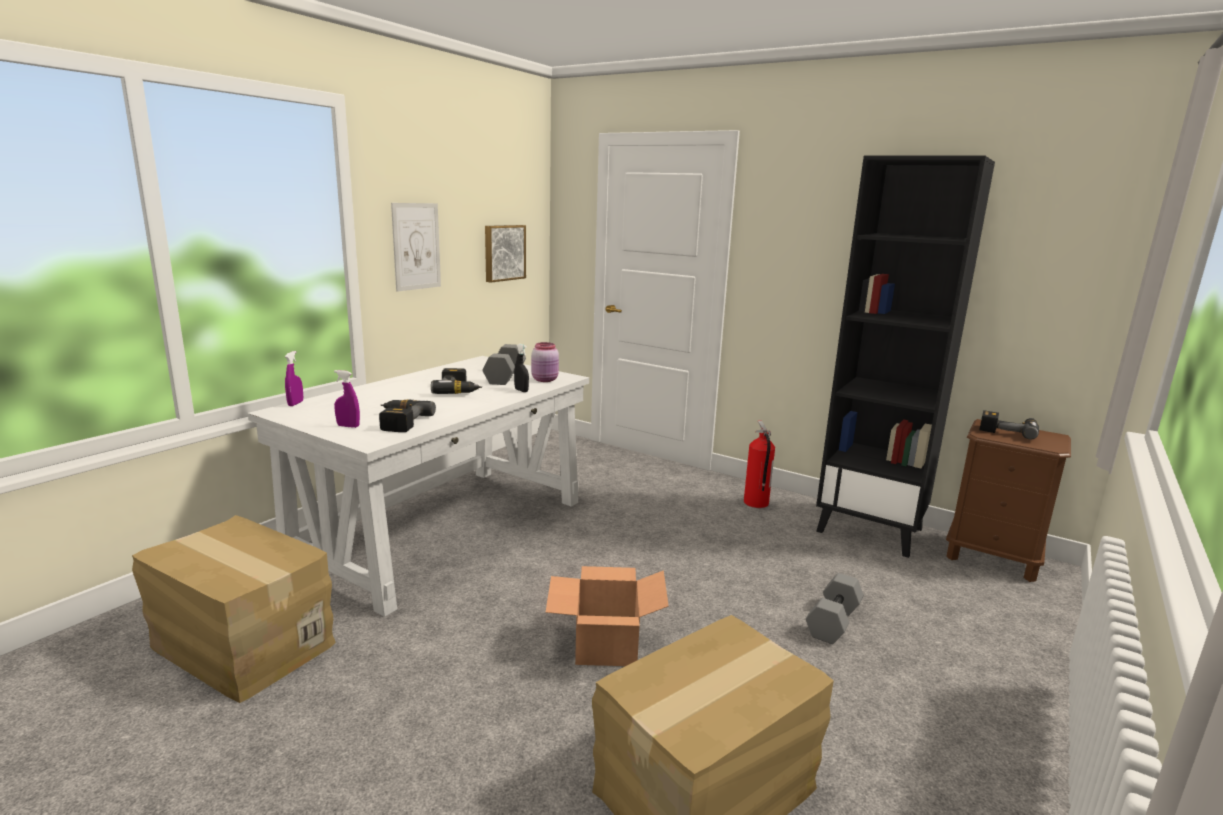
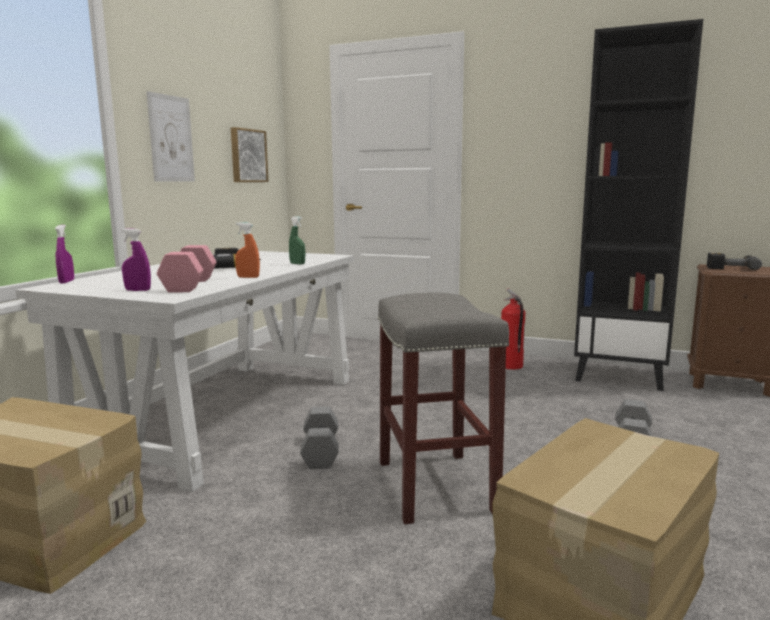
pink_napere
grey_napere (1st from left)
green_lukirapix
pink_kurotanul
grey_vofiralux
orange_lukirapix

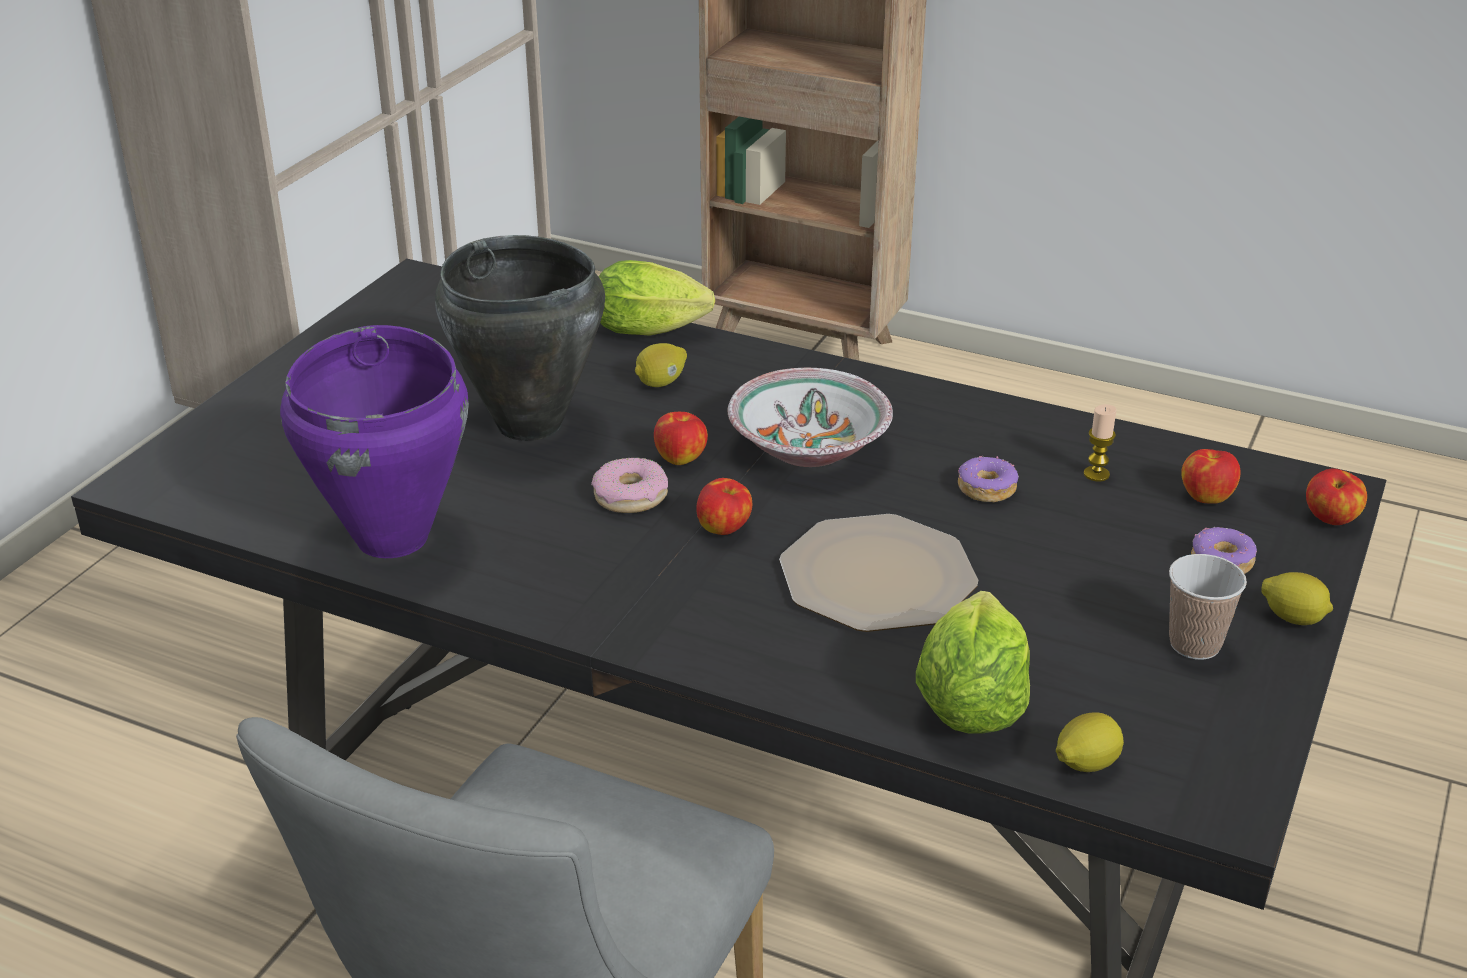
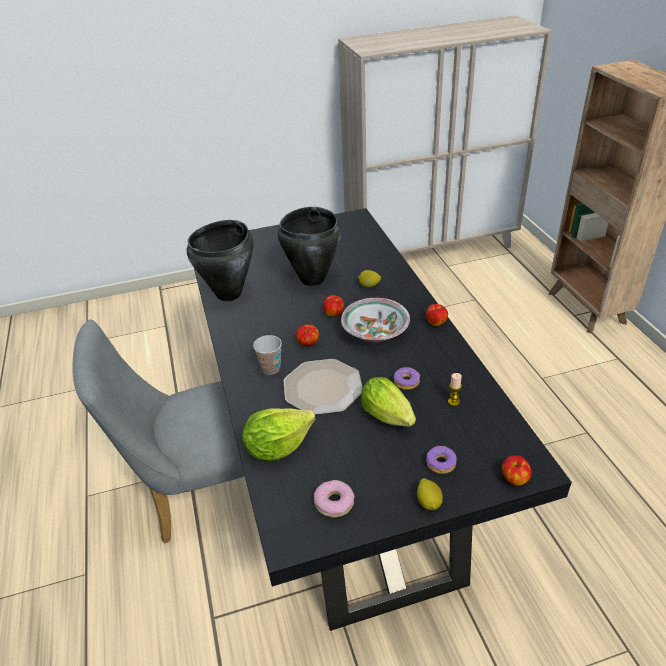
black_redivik (1st from left)
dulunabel (1st from left)
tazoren (2nd from left)
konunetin (2nd from left in the first image)
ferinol
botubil (3rd from left)

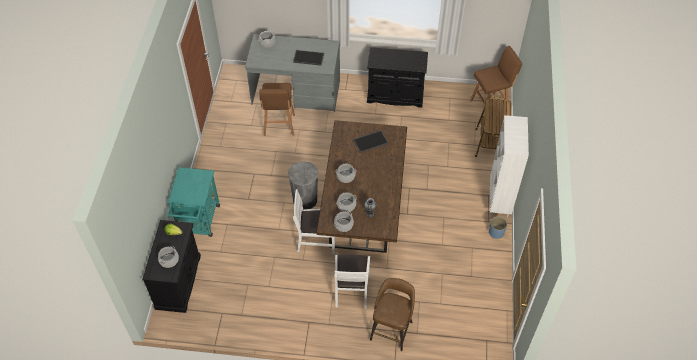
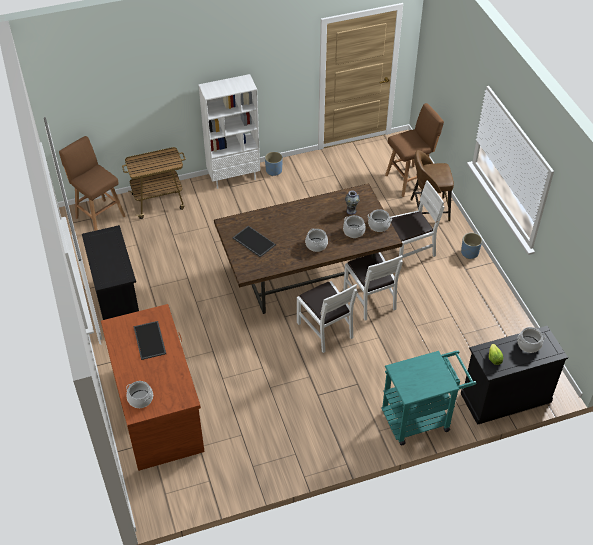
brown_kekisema
brown_vofiralux (2nd from left)
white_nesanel (1st from left)
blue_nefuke (2nd from left)

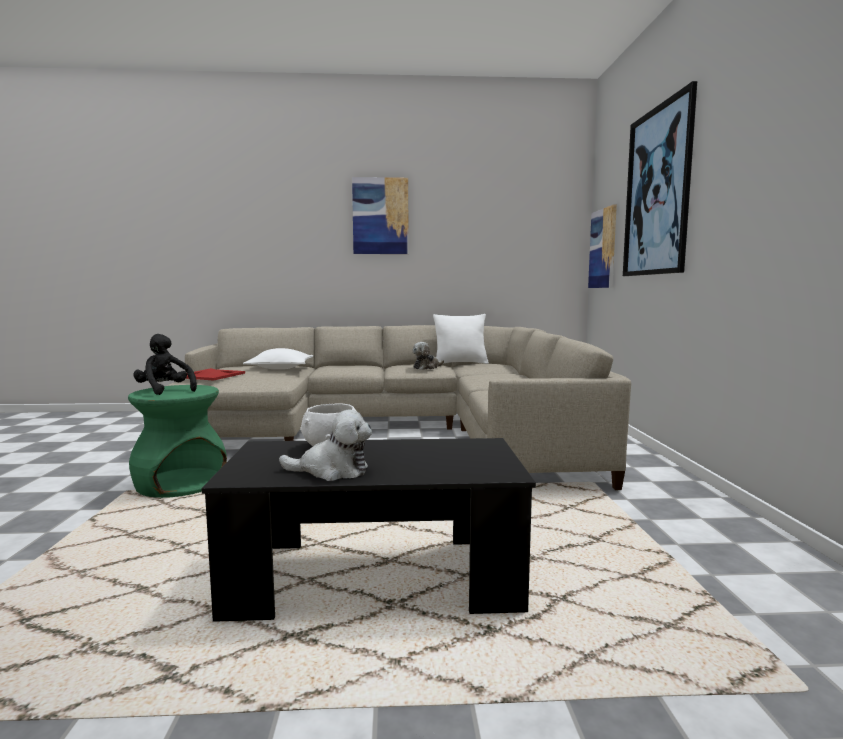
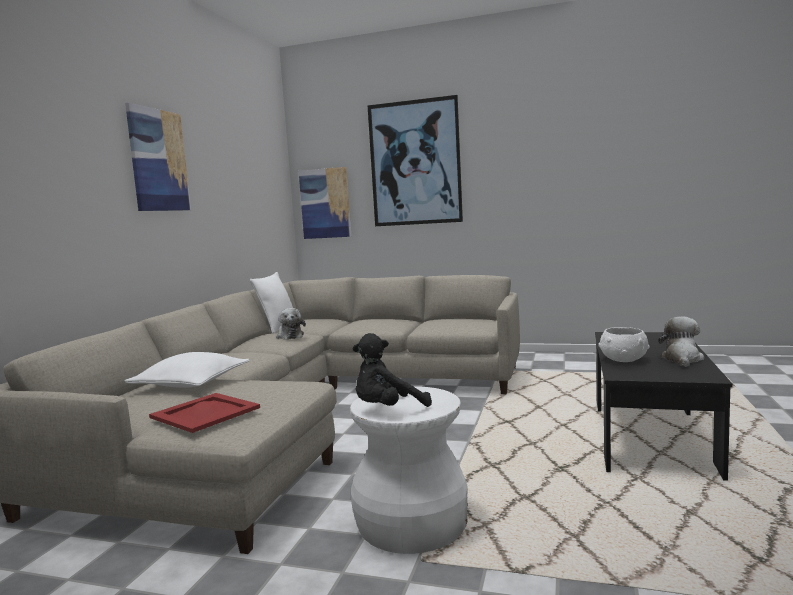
white_vofiralux

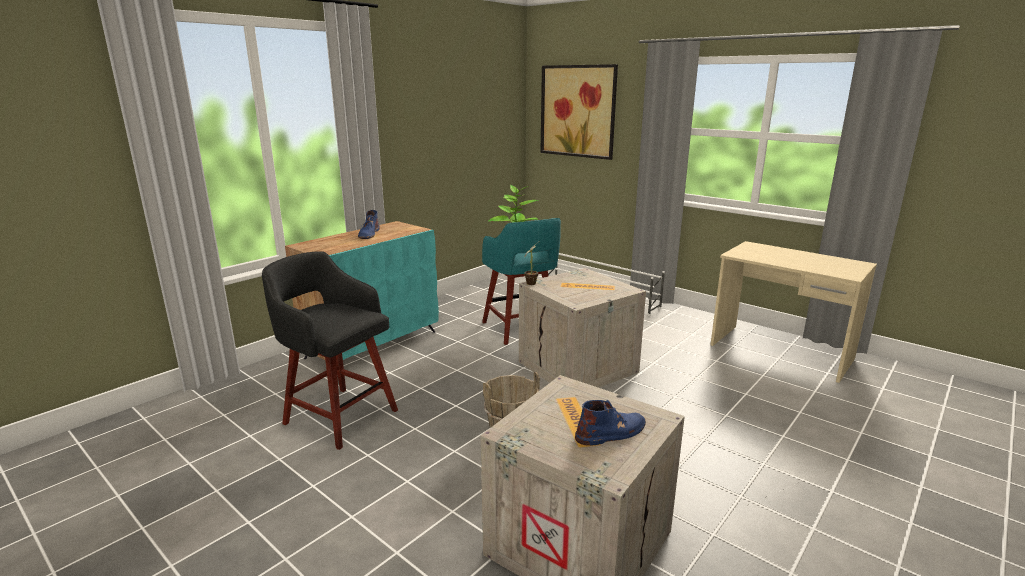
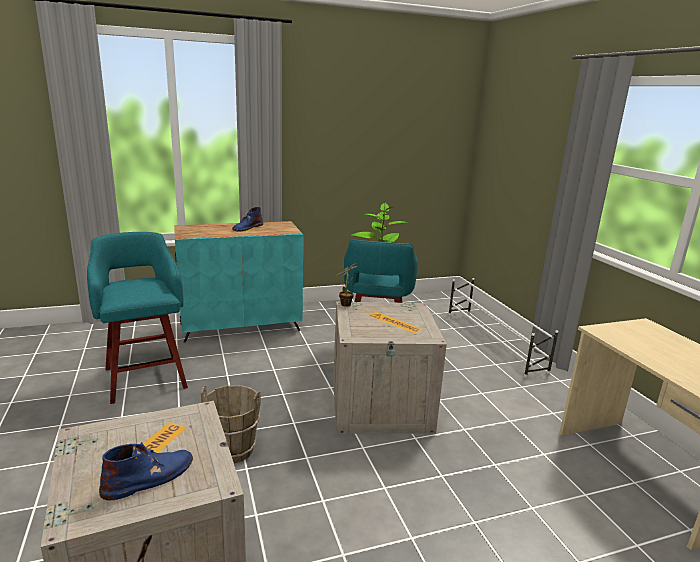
turquoise_vofiralux (1st from left)
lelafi
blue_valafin (1st from left)

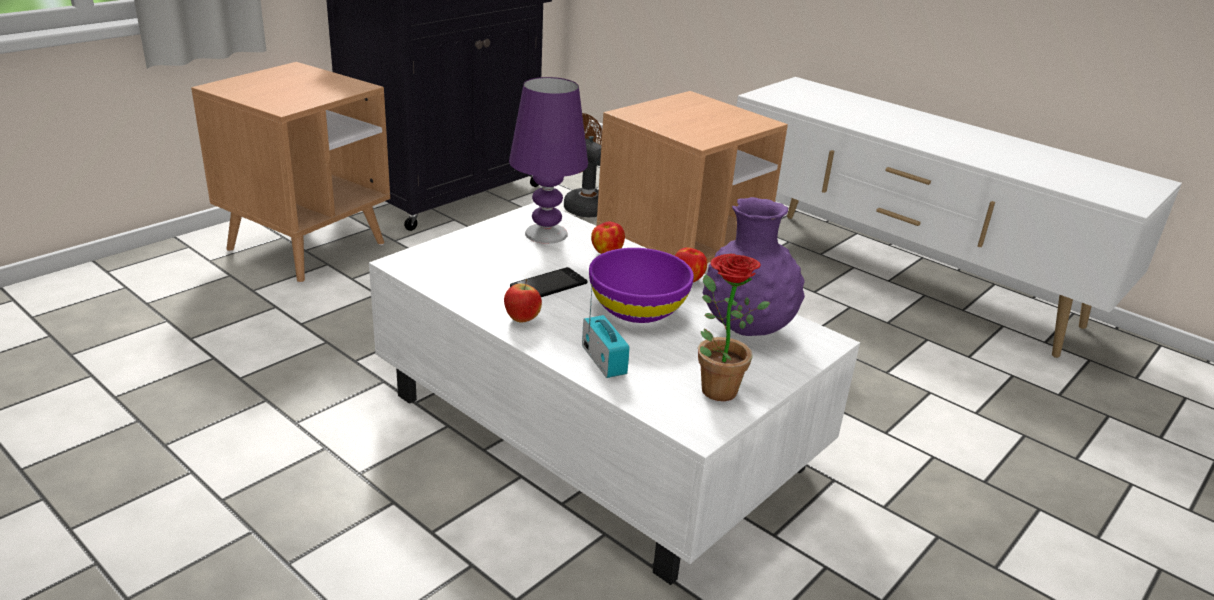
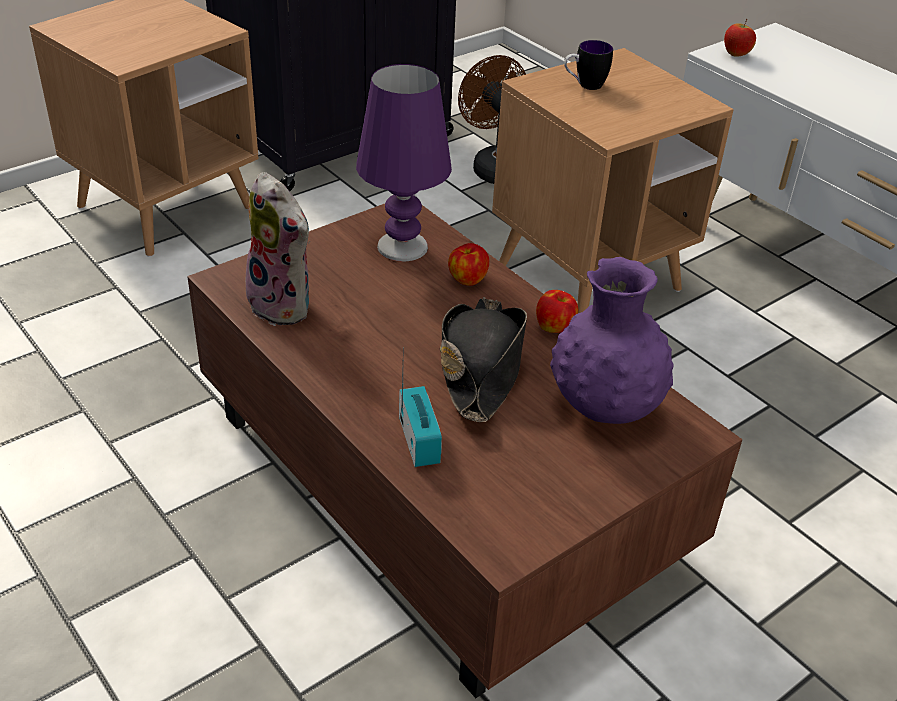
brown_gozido
botubil (3rd from left)
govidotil
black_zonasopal
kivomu
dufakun
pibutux

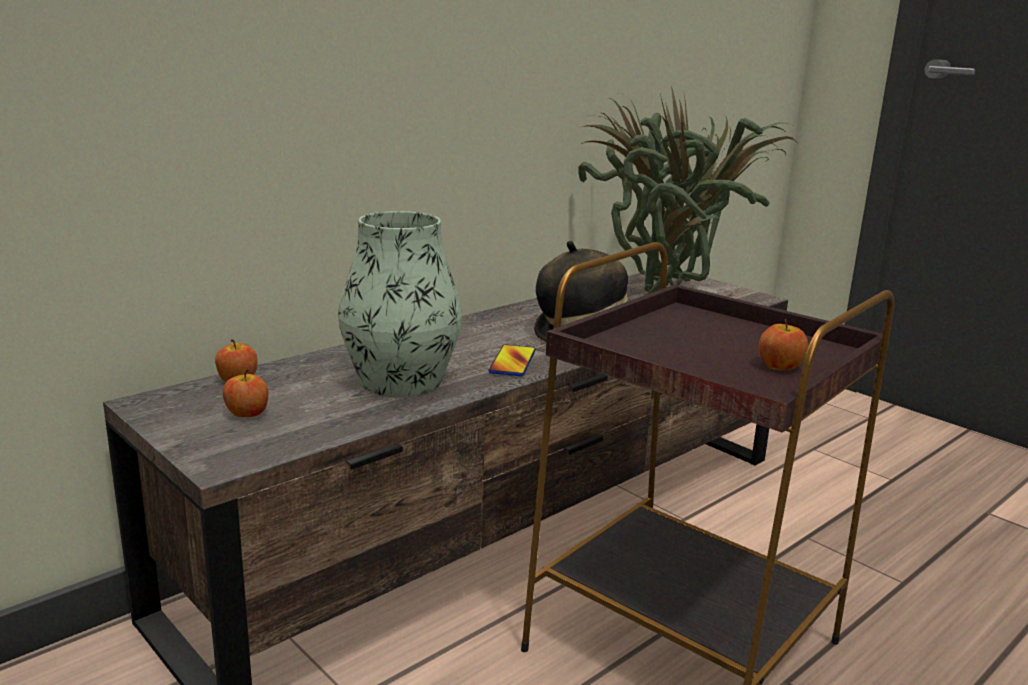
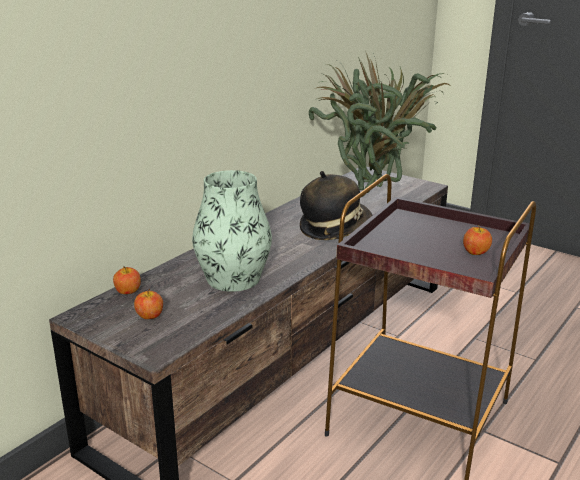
govidotil

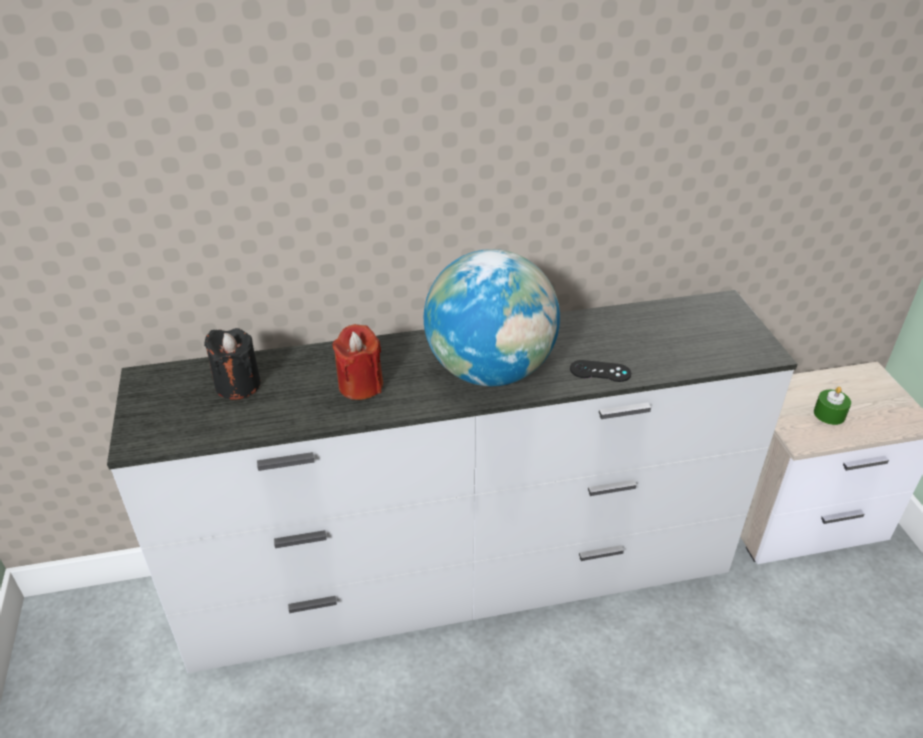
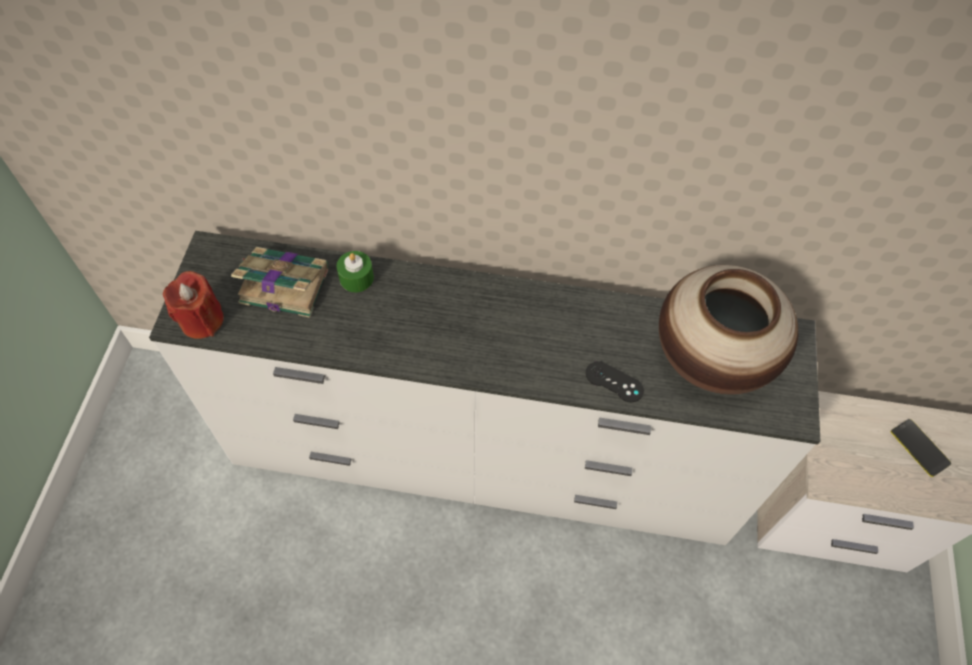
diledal
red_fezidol
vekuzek
green_fezidol
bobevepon
govidotil

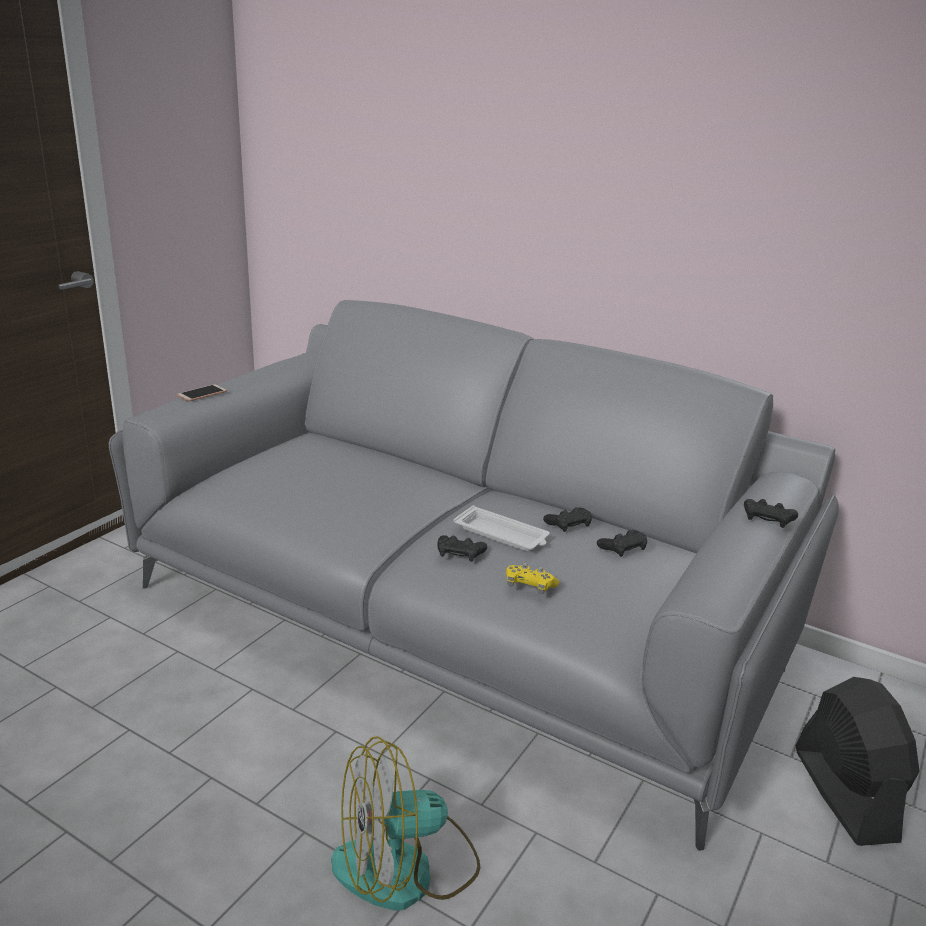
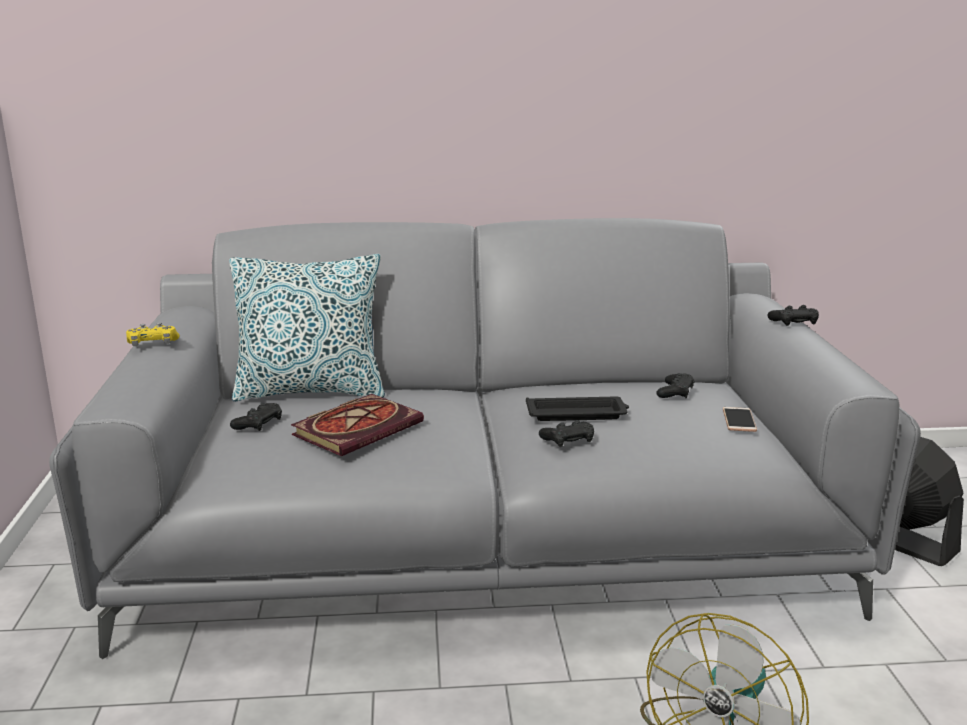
govidotil
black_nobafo
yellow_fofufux
black_fofufux (1st from left)
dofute
diledal

